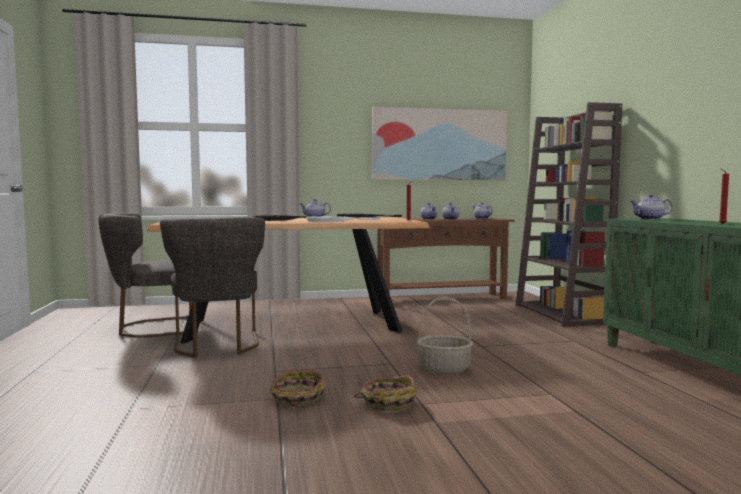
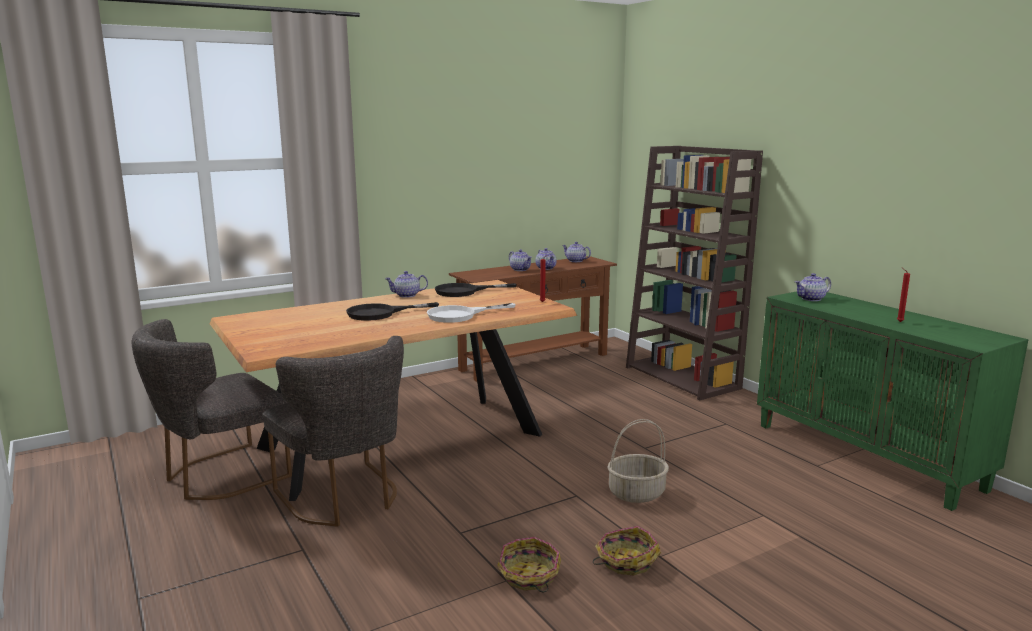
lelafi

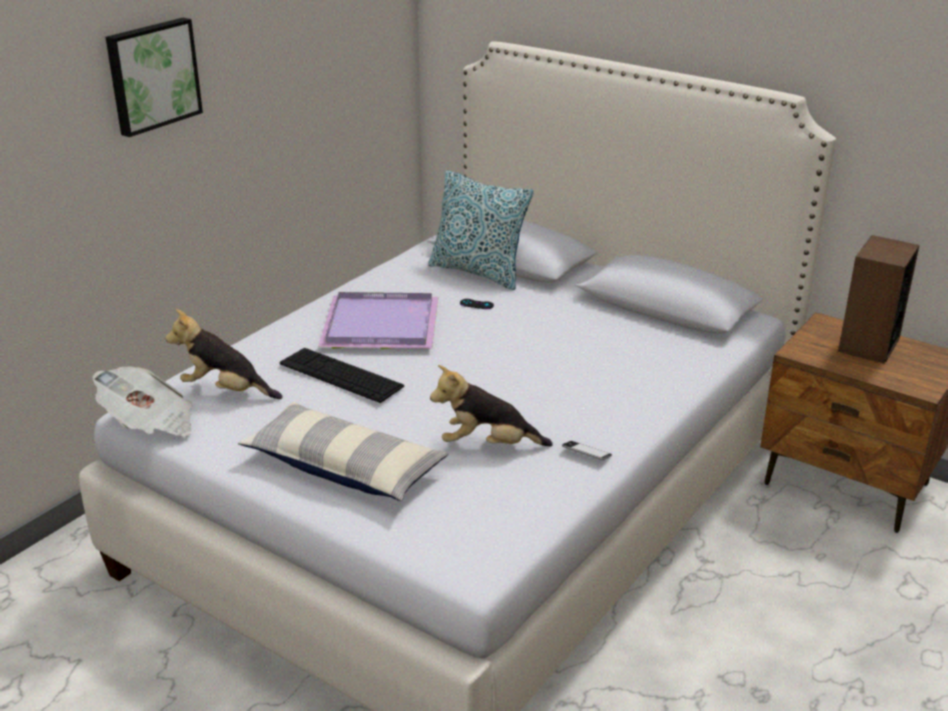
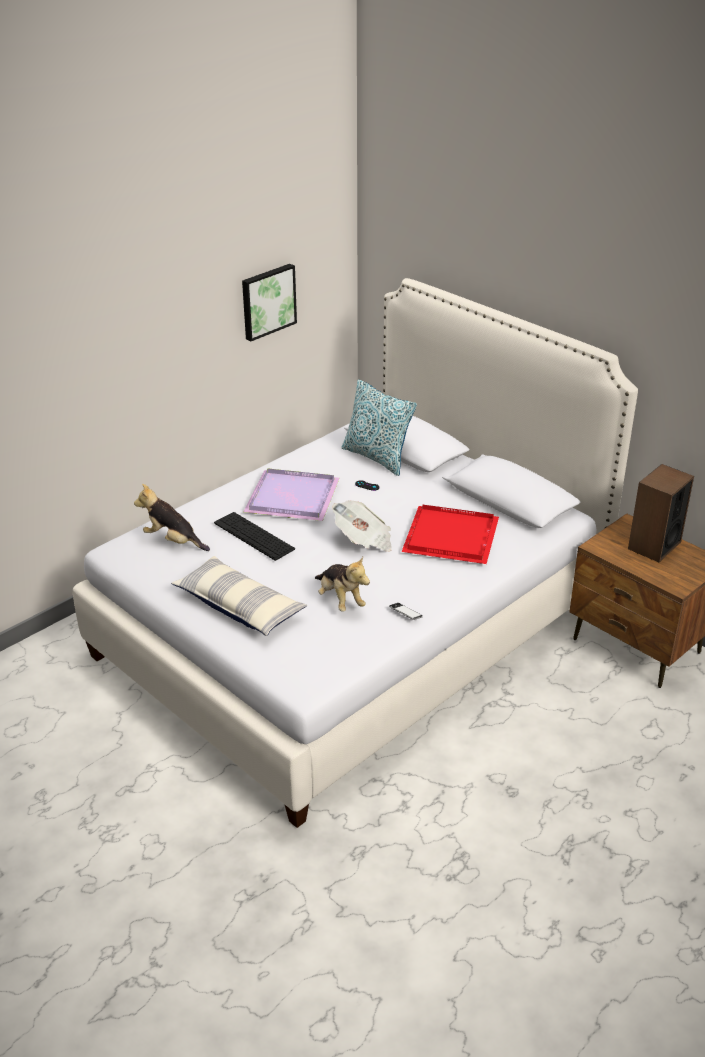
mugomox
lelafi
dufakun (2nd from left)
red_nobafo

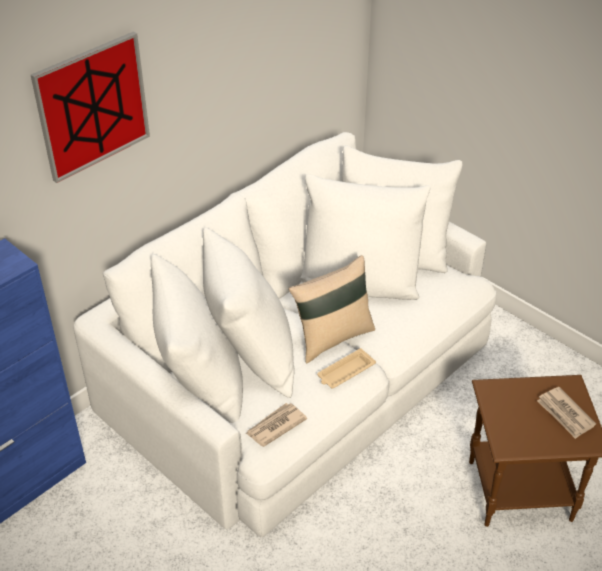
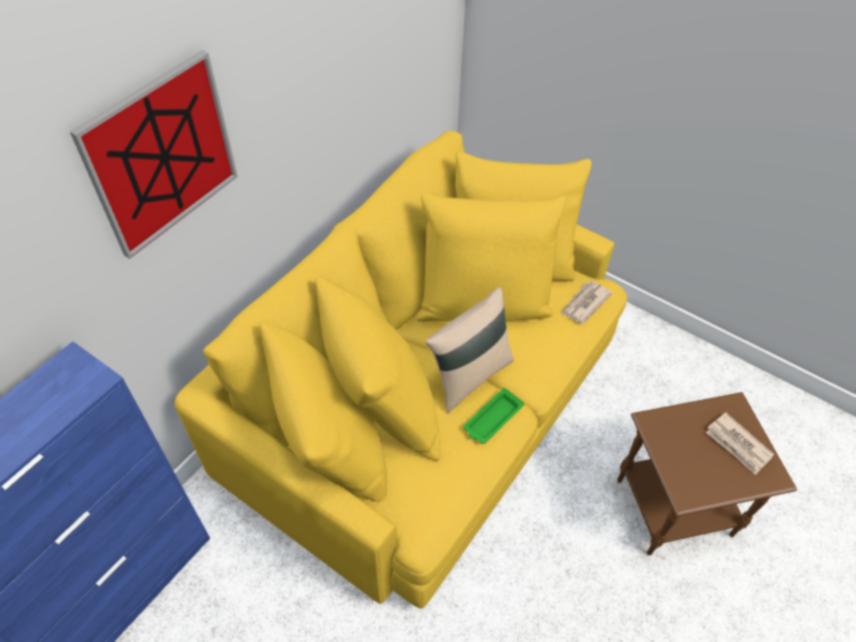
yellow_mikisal
mugomox (1st from left)
green_nobafo

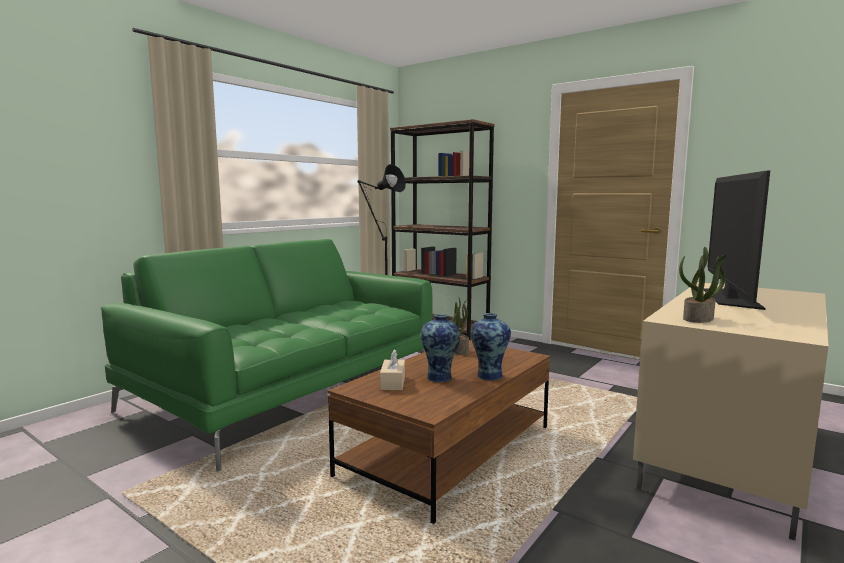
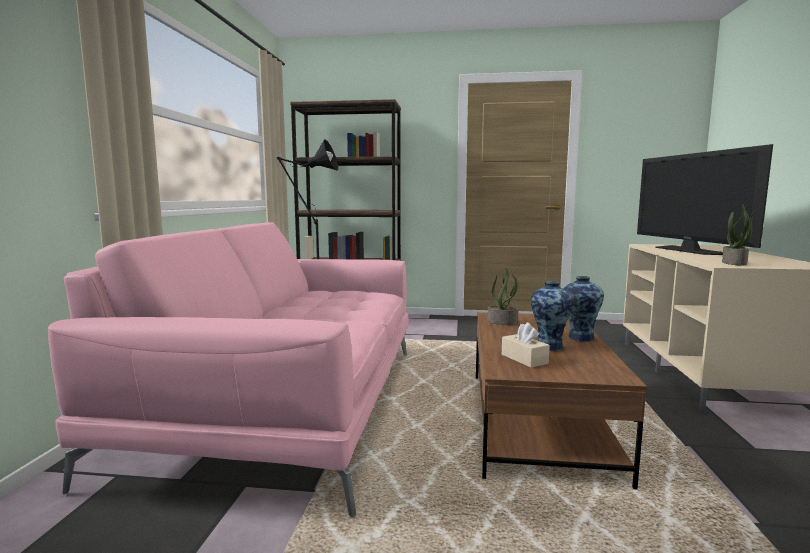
pink_mikisal

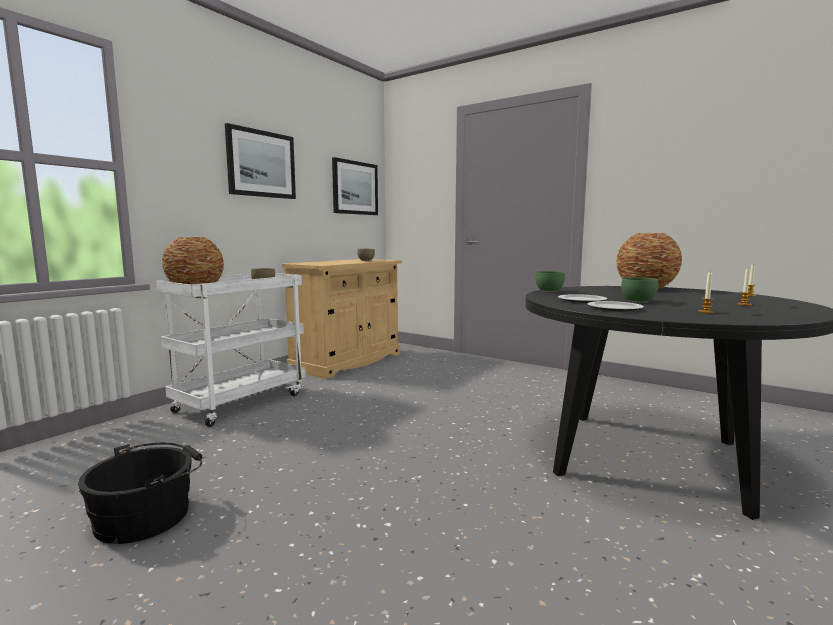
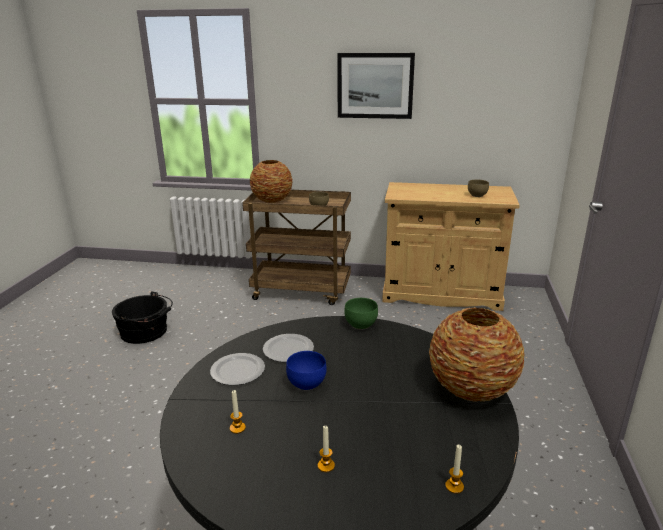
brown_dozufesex
lelafi (2nd from left in the first image)
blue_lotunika

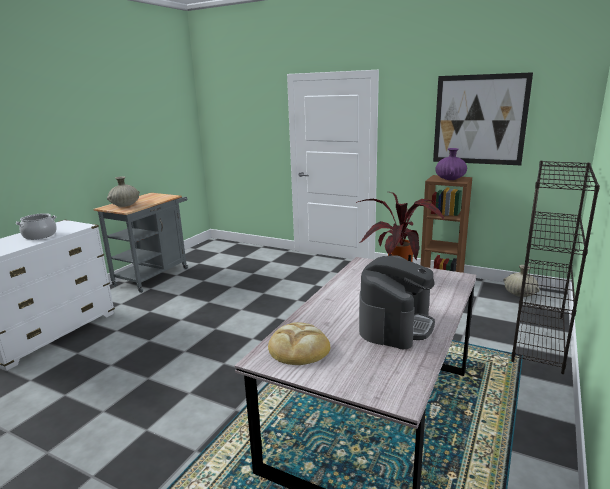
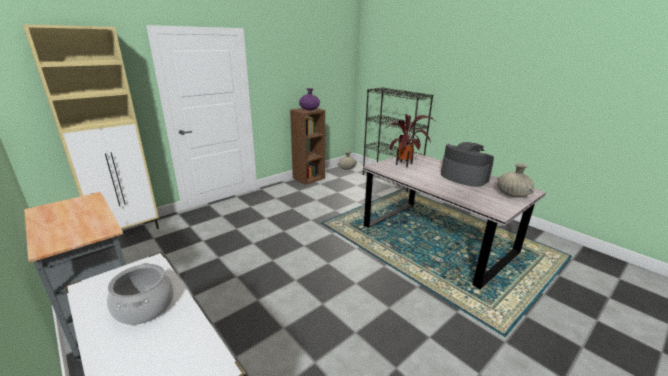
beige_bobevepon (2nd from left)
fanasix
lelafi
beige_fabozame

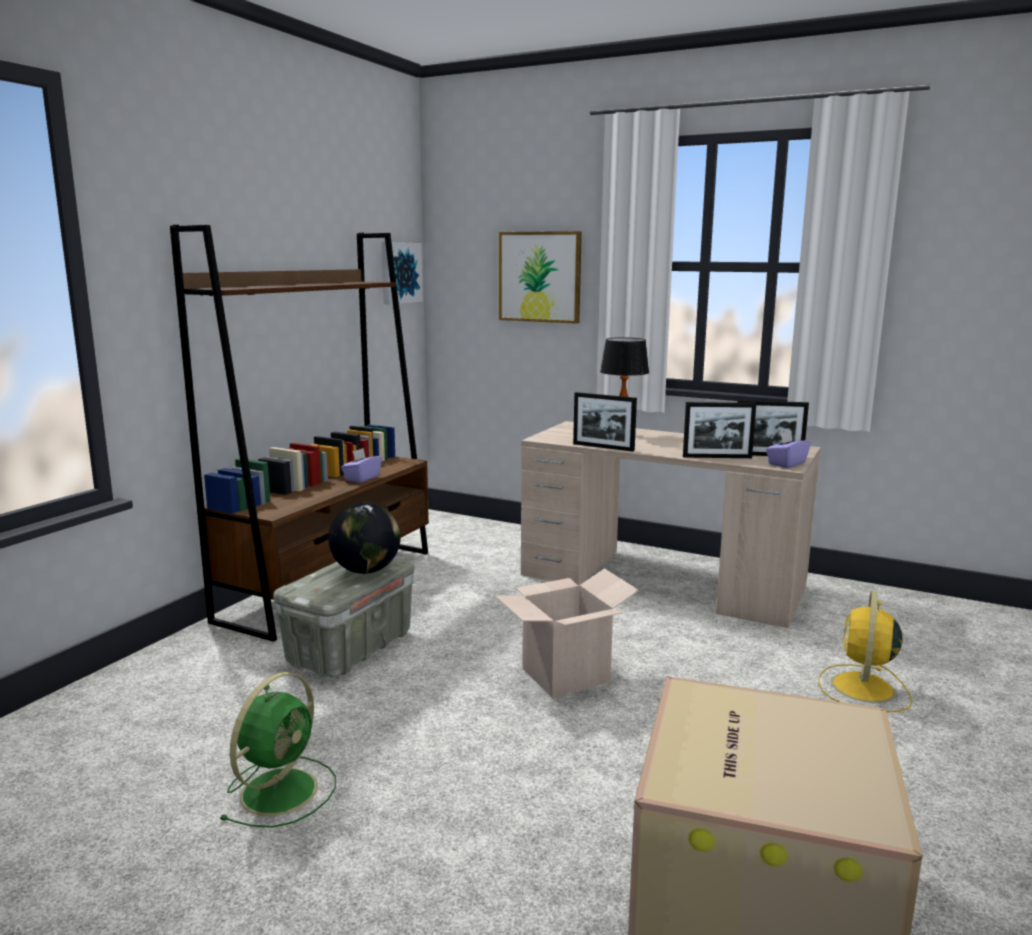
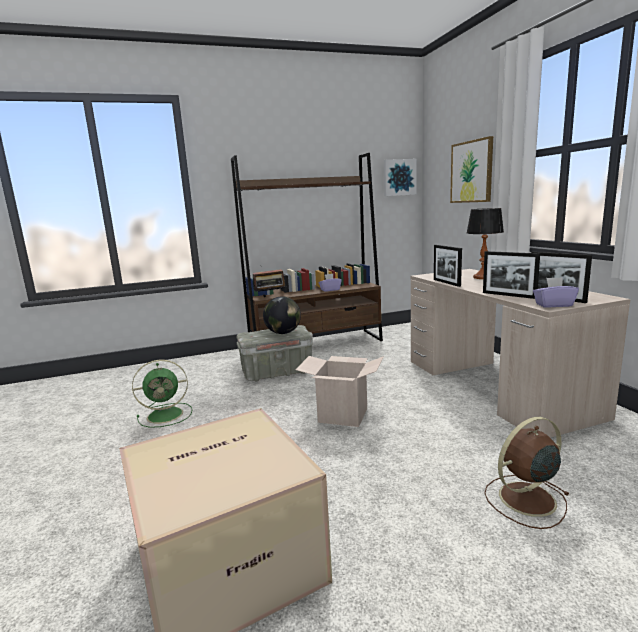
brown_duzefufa
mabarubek

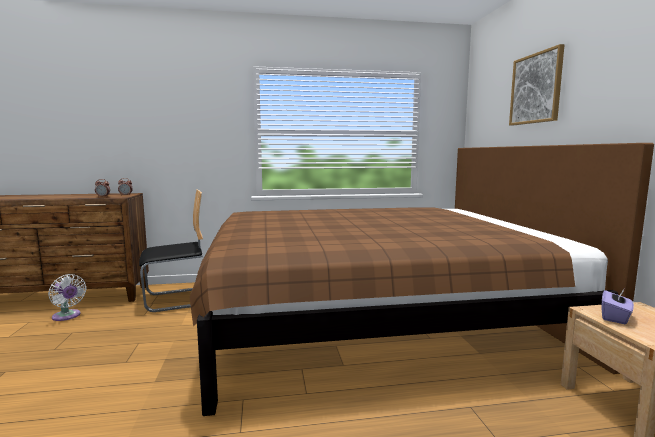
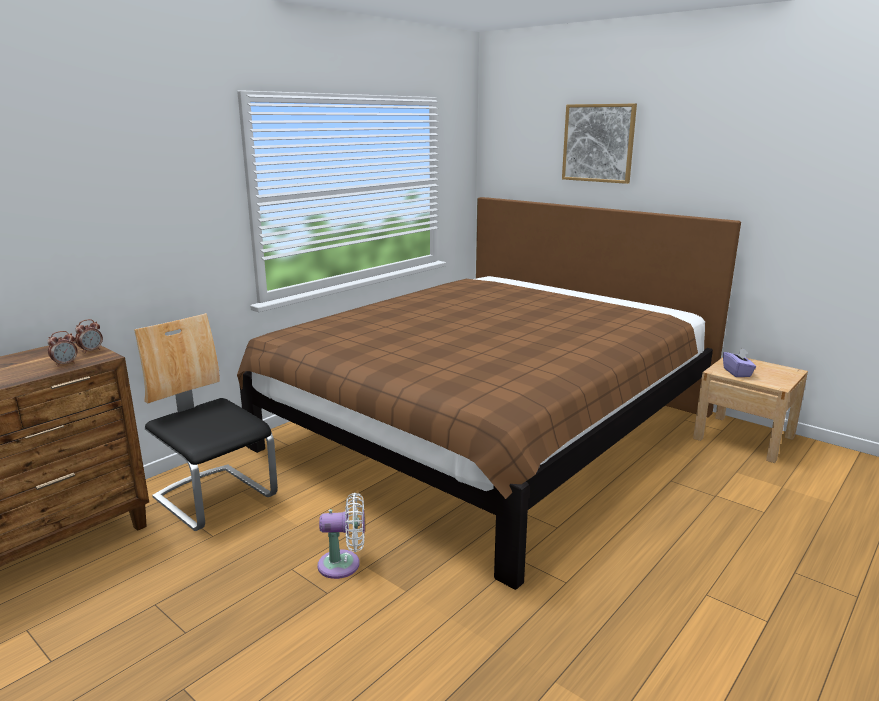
white_duzefufa
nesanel

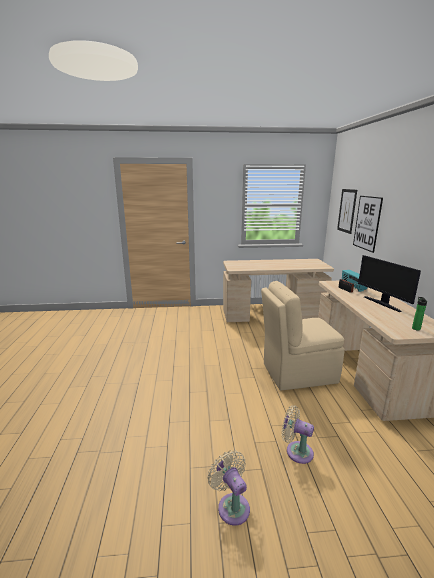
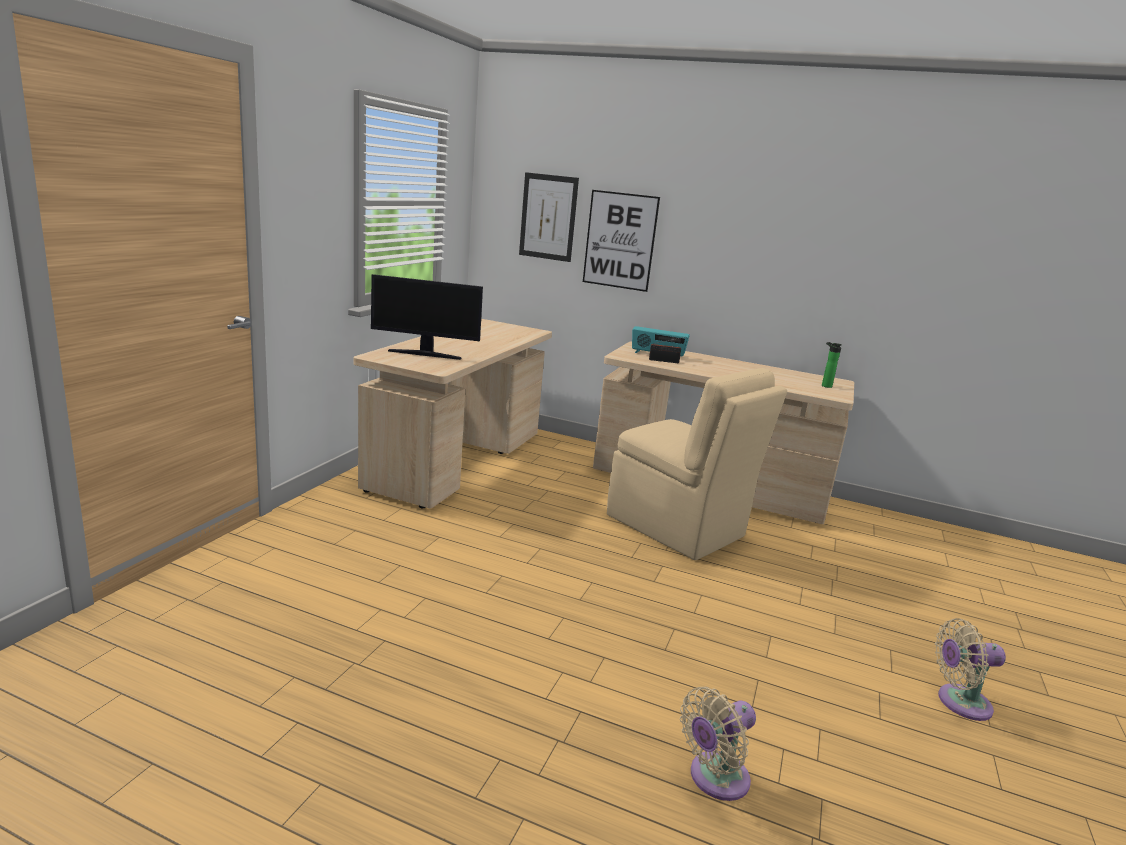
beige_nesanel
beige_duzefufa (1st from left)
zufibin

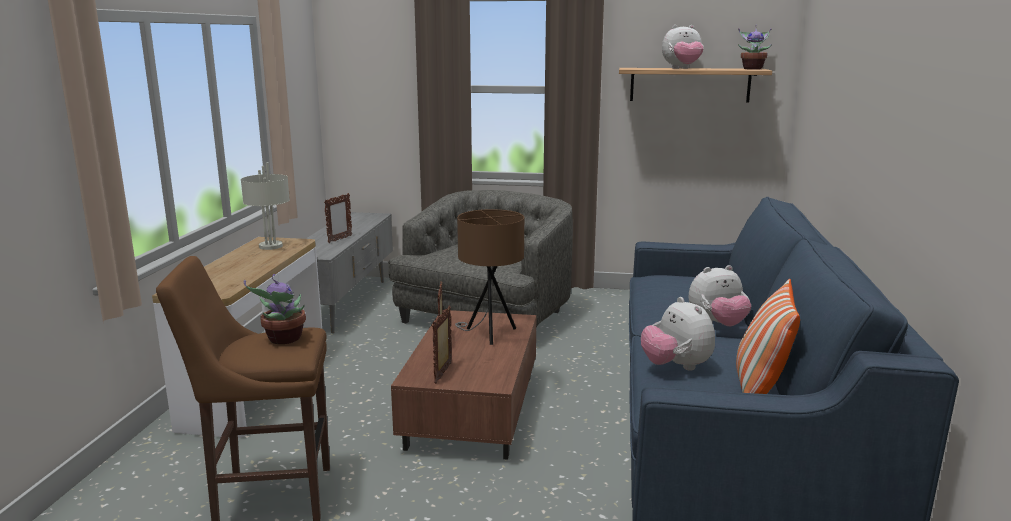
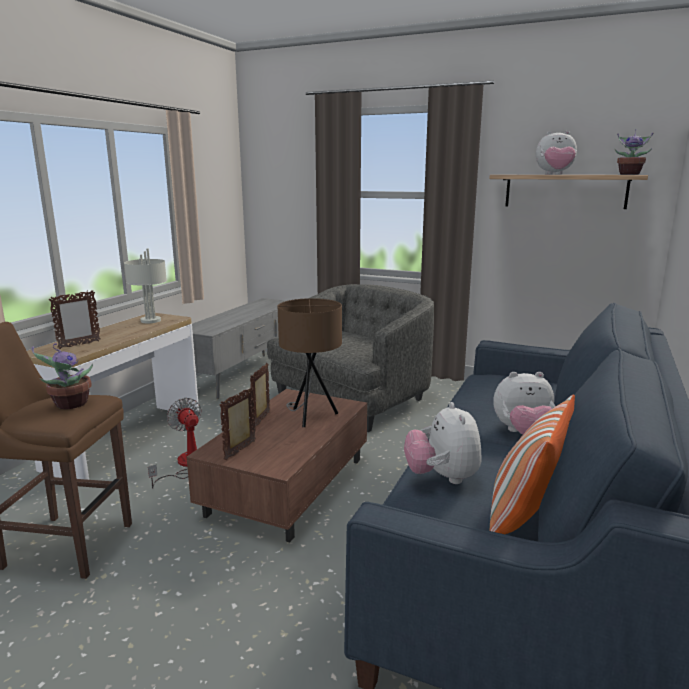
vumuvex (1st from left)
duzefufa

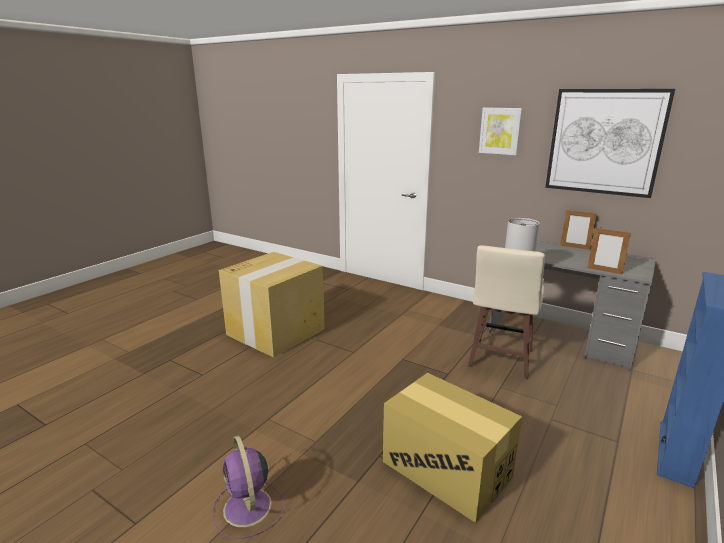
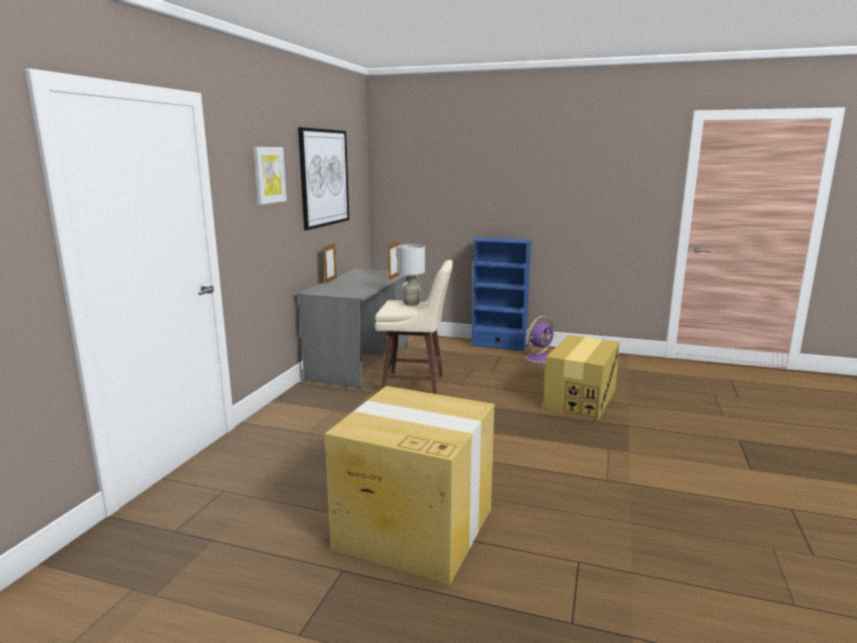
purple_duzefufa

